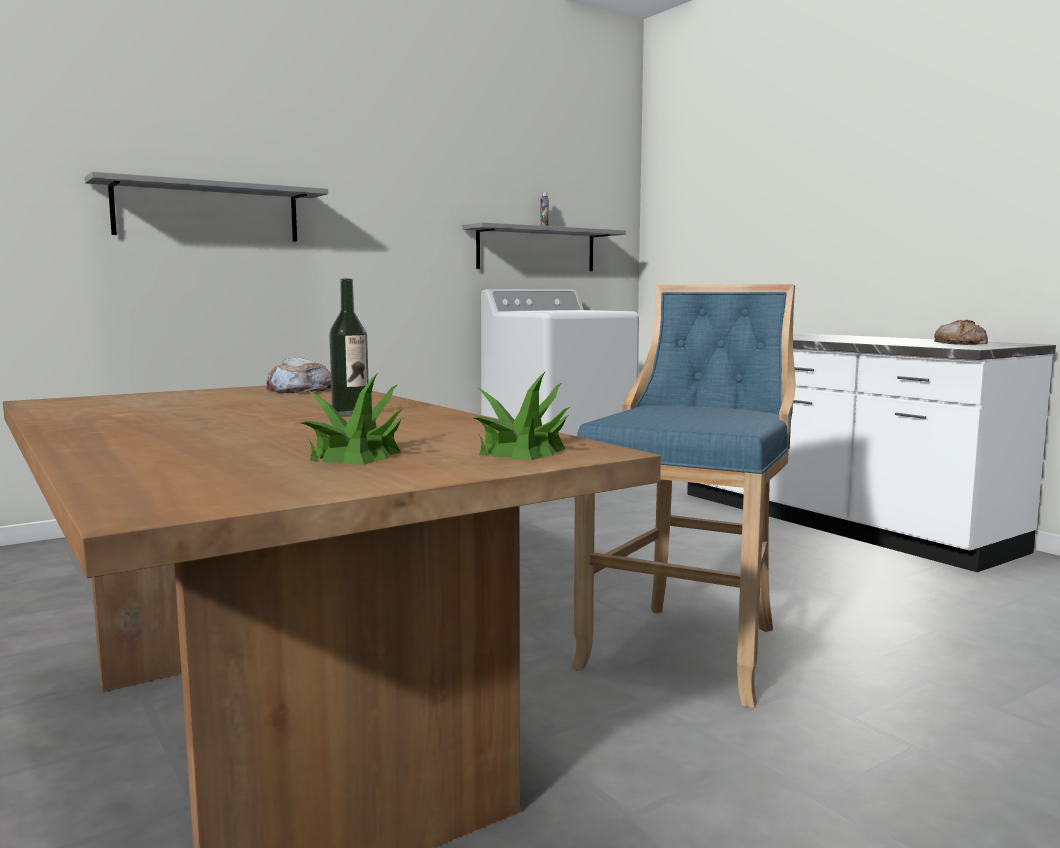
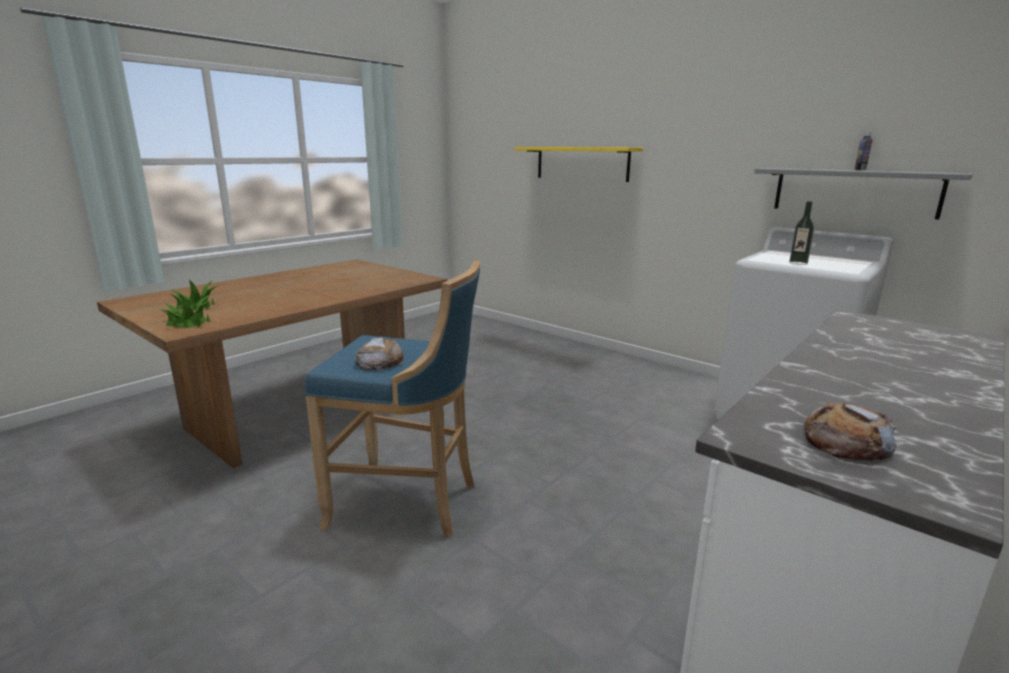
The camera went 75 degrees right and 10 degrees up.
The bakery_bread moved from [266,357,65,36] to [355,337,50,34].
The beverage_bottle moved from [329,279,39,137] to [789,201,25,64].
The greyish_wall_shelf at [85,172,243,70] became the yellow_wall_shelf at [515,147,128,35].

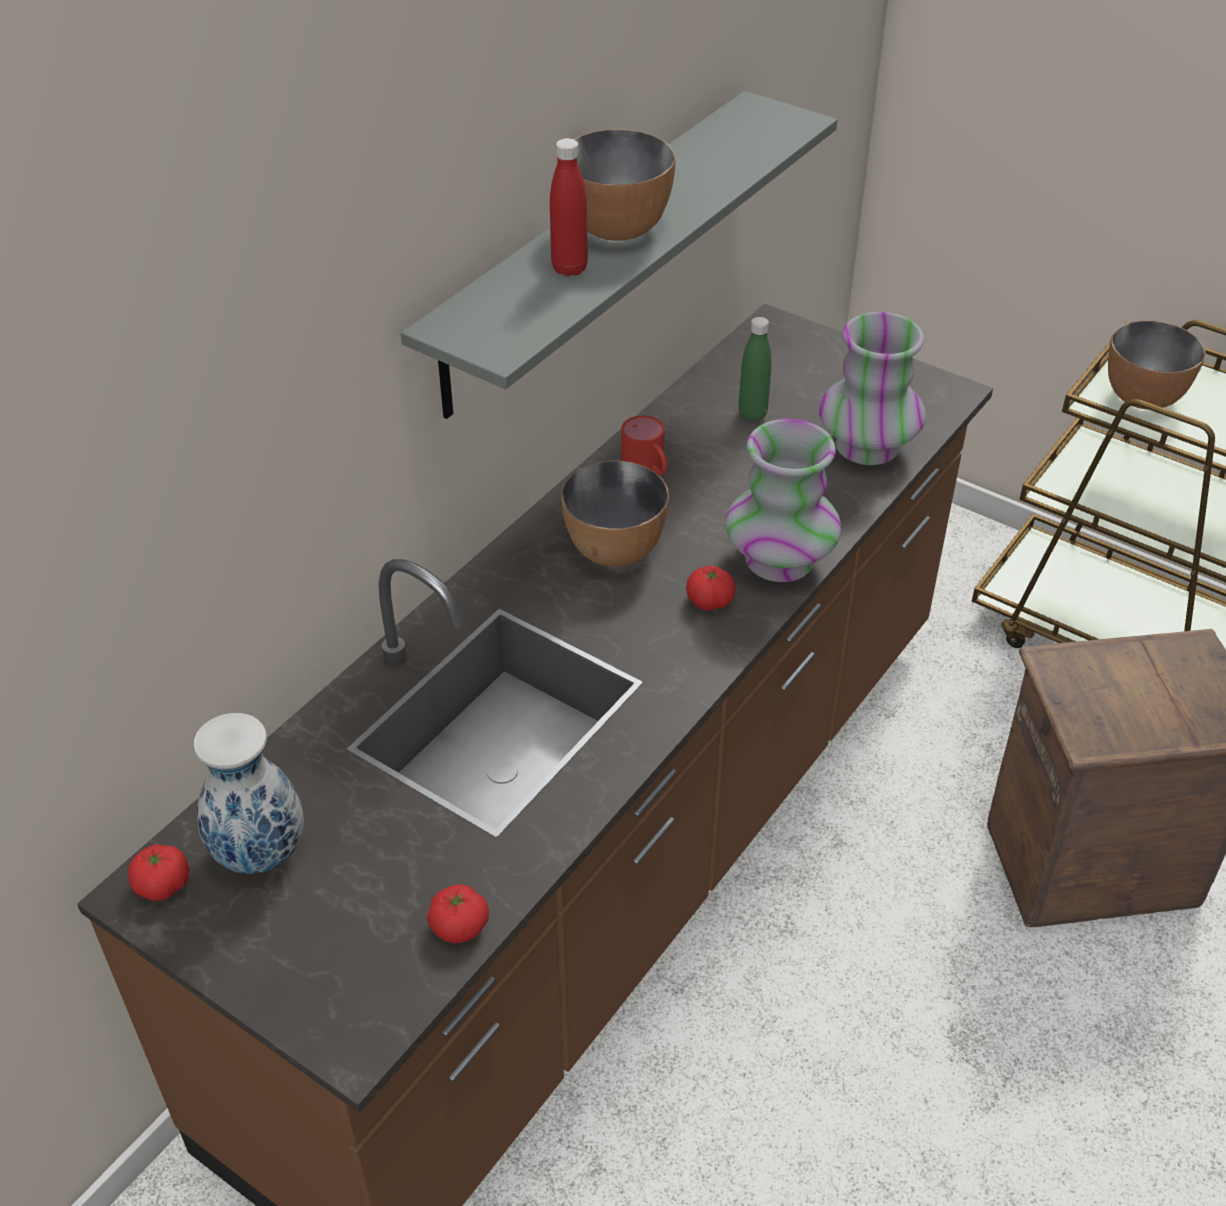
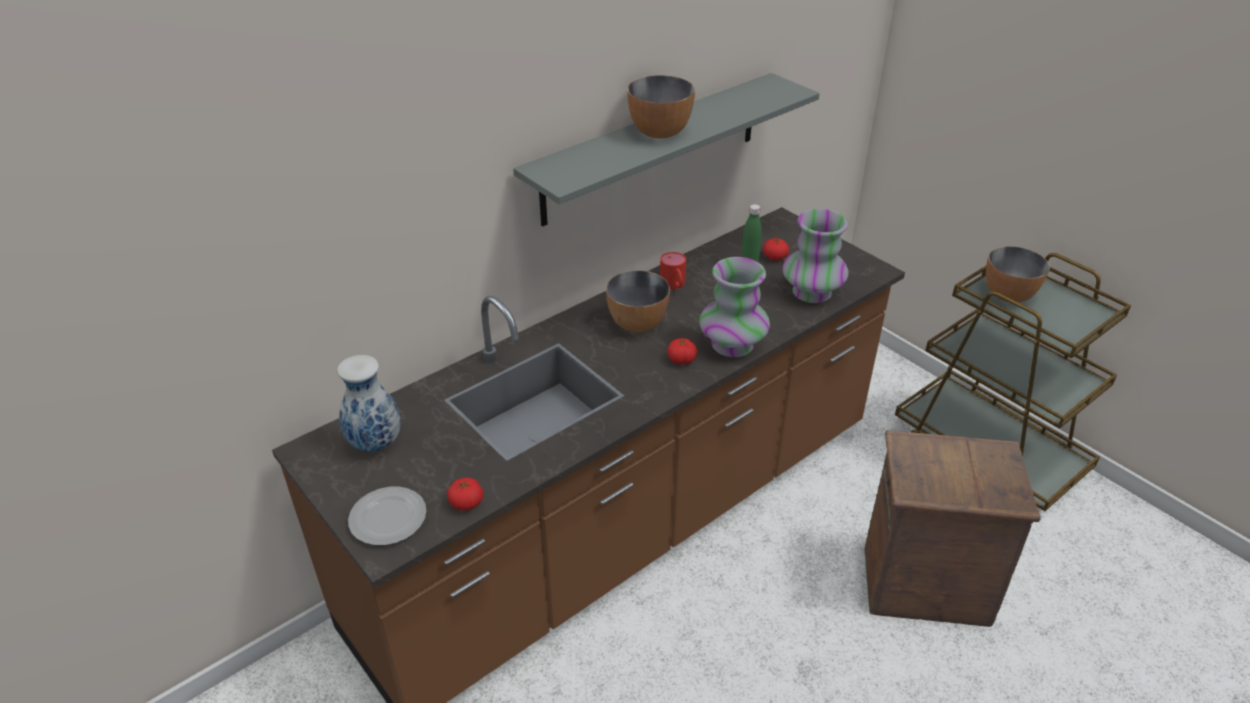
The camera went 15 degrees right and 5 degrees down.
The red_beverage_bottle at [550,138,38,138] disappeared.
The dinner_plate at [348,487,79,58] appeared.
The tomato moved from [128,844,62,57] to [763,238,26,23].

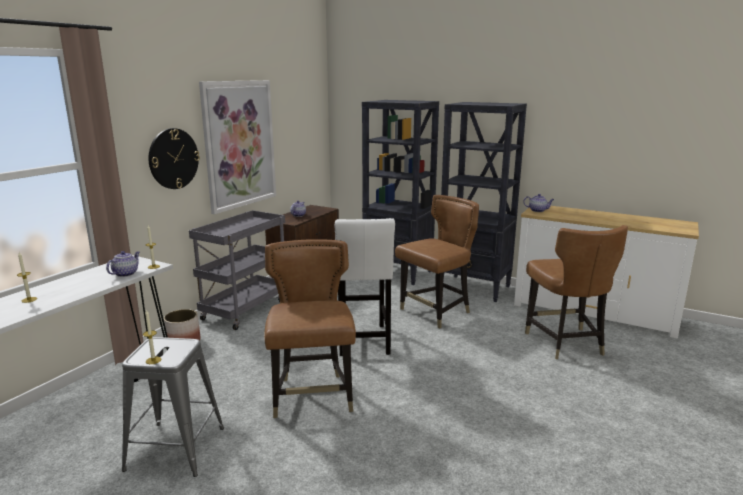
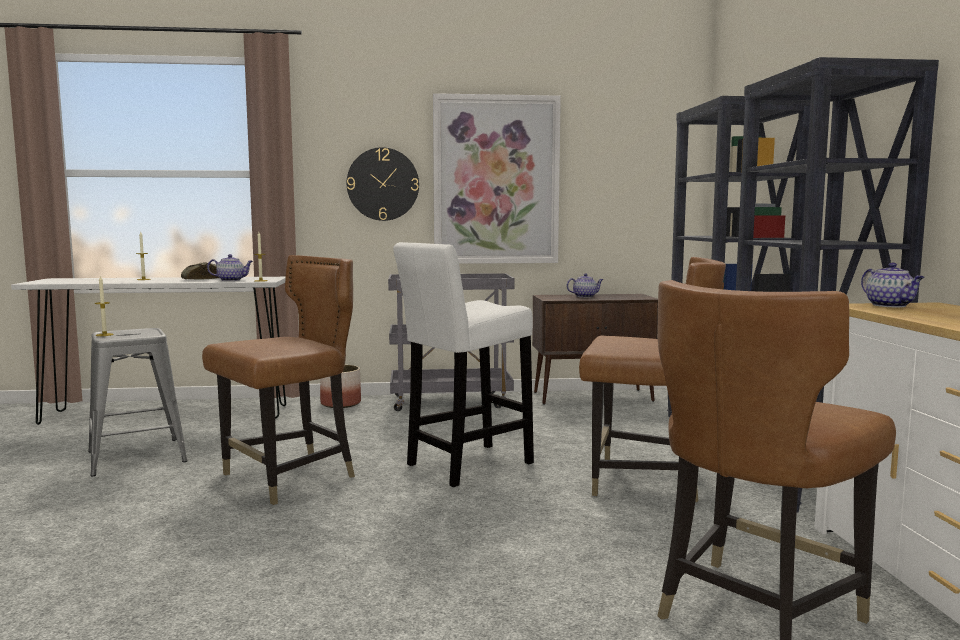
The camera went 55 degrees right and 10 degrees down.
The bakery_bread at [181,262,38,17] appeared.

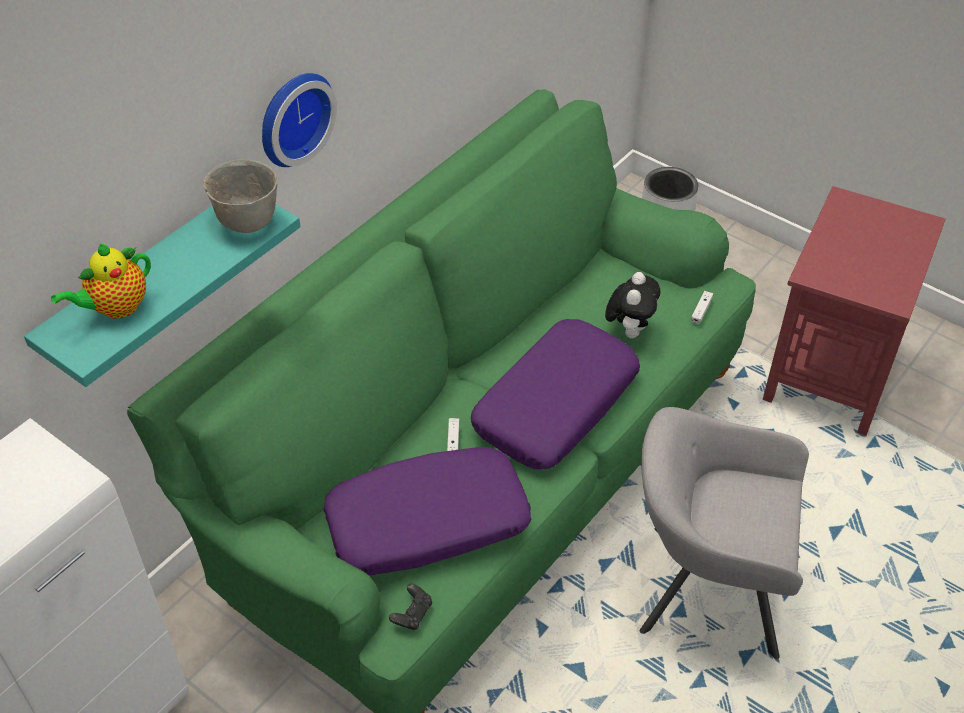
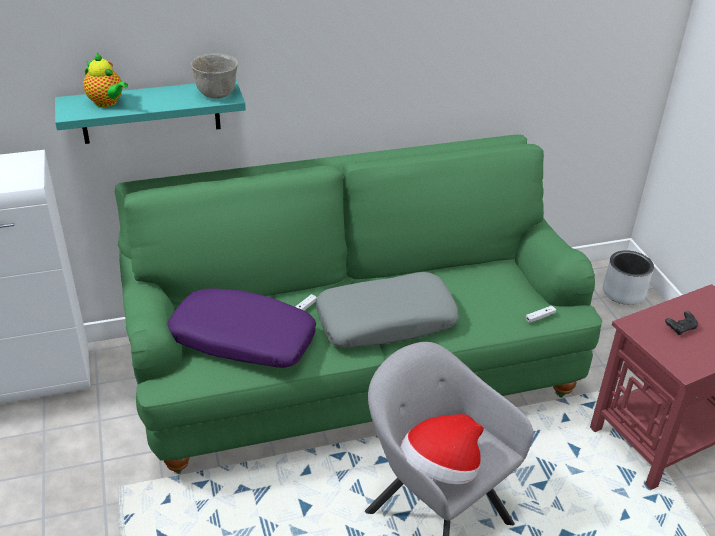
The camera went 35 degrees right and 10 degrees down.
The hanging_clock at [262,73,75,94] disappeared.
The plush_toy at [605,272,56,66] disappeared.
The wearable_hat at [401,414,83,71] appeared.
The blackish_gamepad moved from [389,584,43,46] to [665,311,33,24].
The purplish_pillow at [471,319,169,150] became the greyish_pillow at [316,272,143,76].
The teapot at [51,244,100,75] turned 135 degrees counterclockwise.

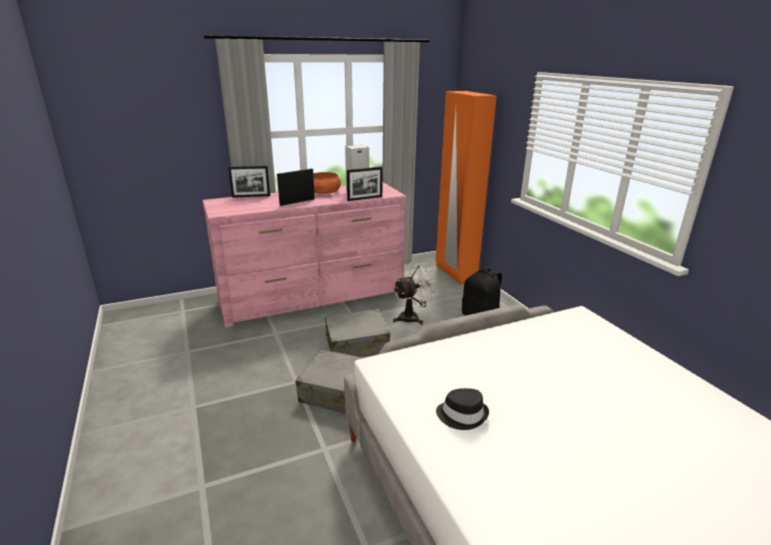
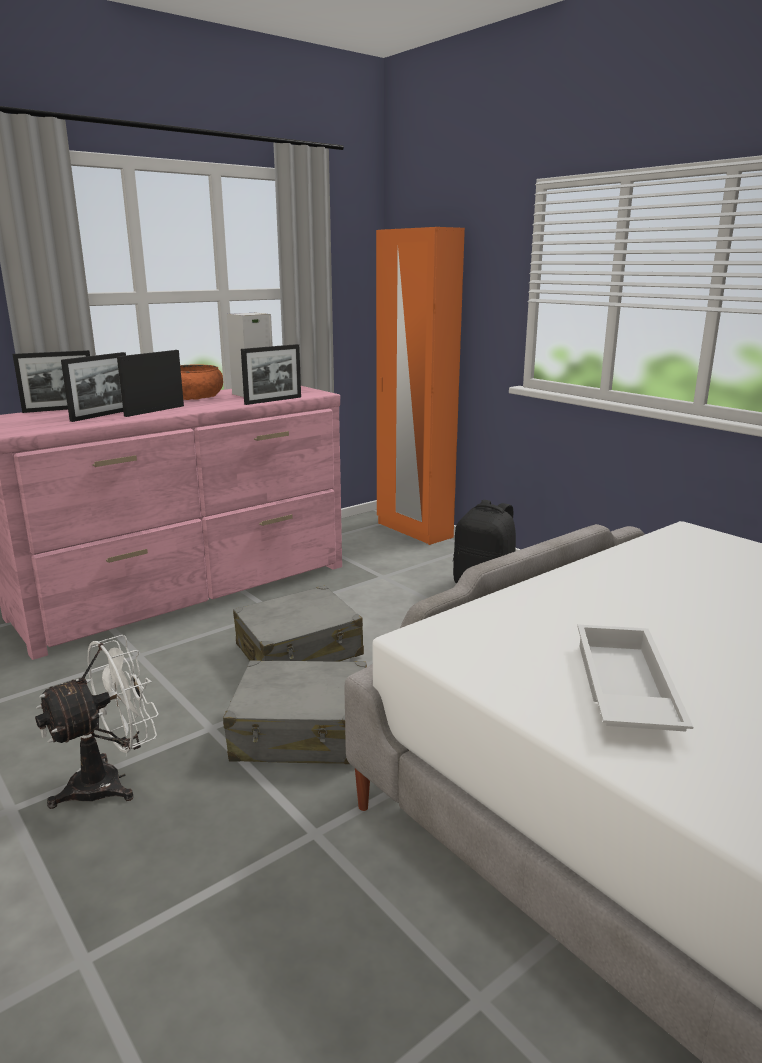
The camera went 15 degrees left and 5 degrees down.
The standing_frame at [61,352,65,70] appeared.
The white_fan moved from [393,263,45,61] to [35,635,124,174].
The blackish_wearable_hat at [436,388,53,42] was replaced by the white_carrying_tray at [577,625,116,107].

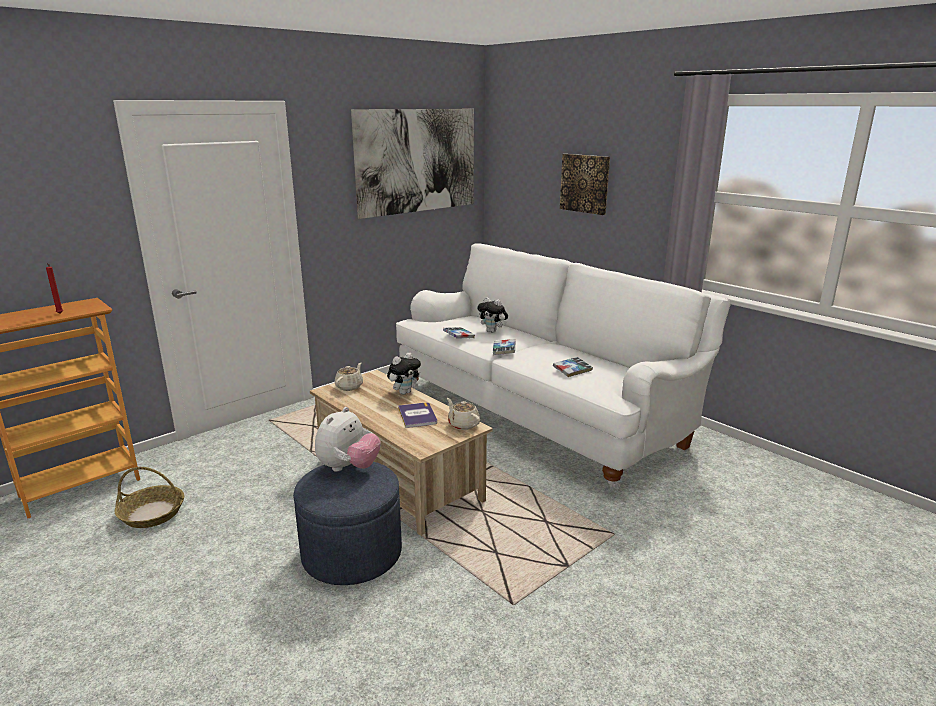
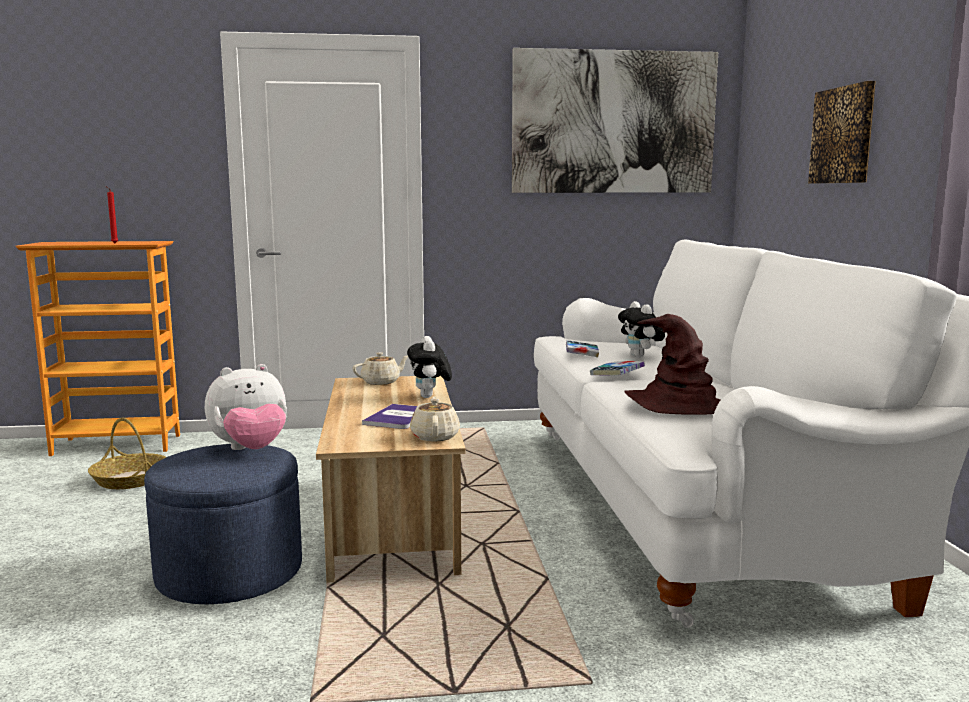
The camera went 35 degrees right and 10 degrees down.
The volume at [553,357,40,20] was replaced by the brown_wearable_hat at [624,314,96,101].
The plush_toy at [387,352,34,43] turned 90 degrees clockwise.

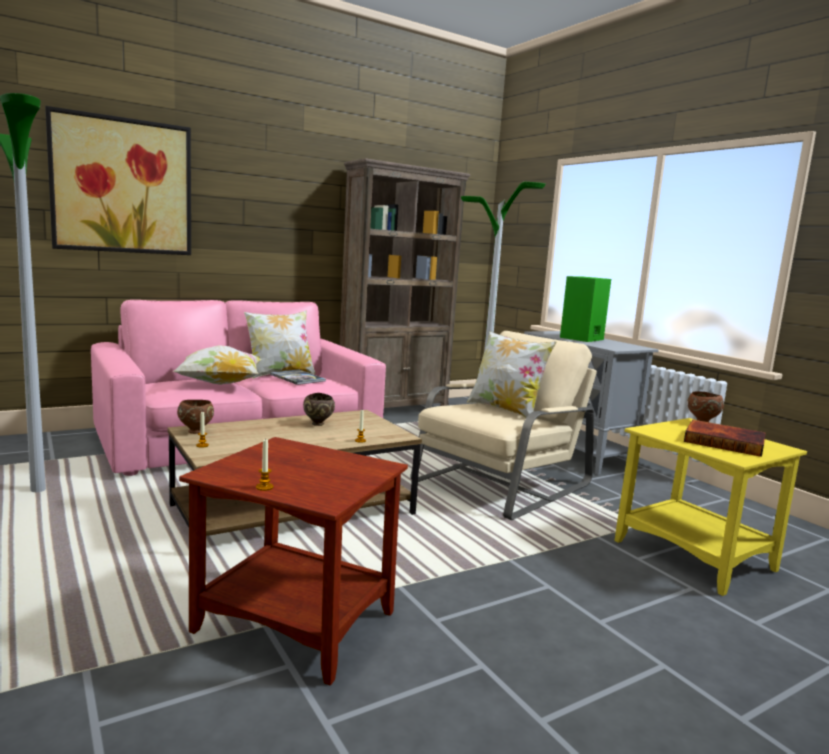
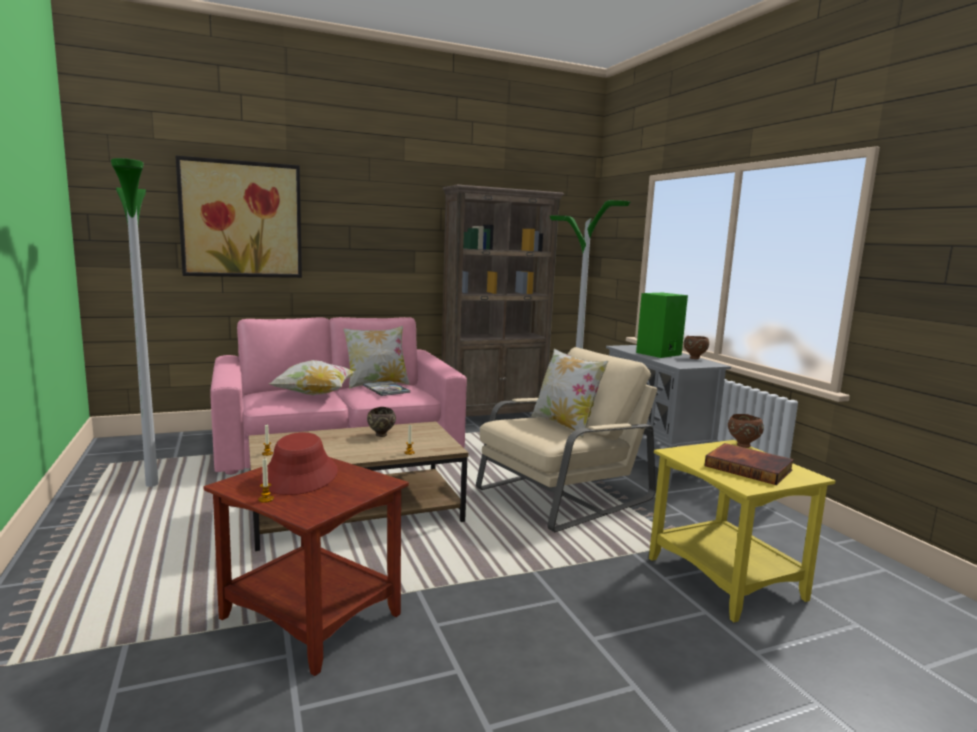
The camera went 10 degrees right and 0 degrees up.
The red_wearable_hat at [260,432,78,63] appeared.
The brown_deep_dish moved from [177,400,37,34] to [683,336,26,23].

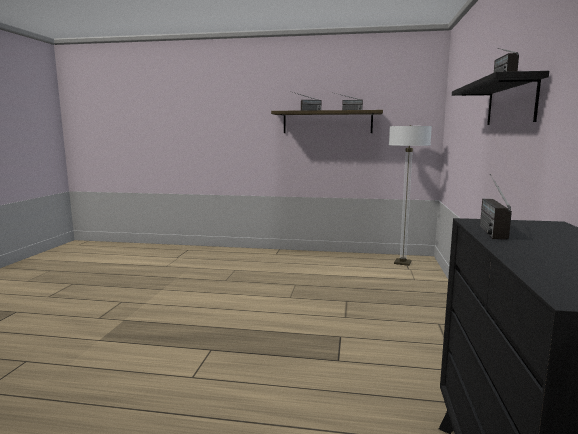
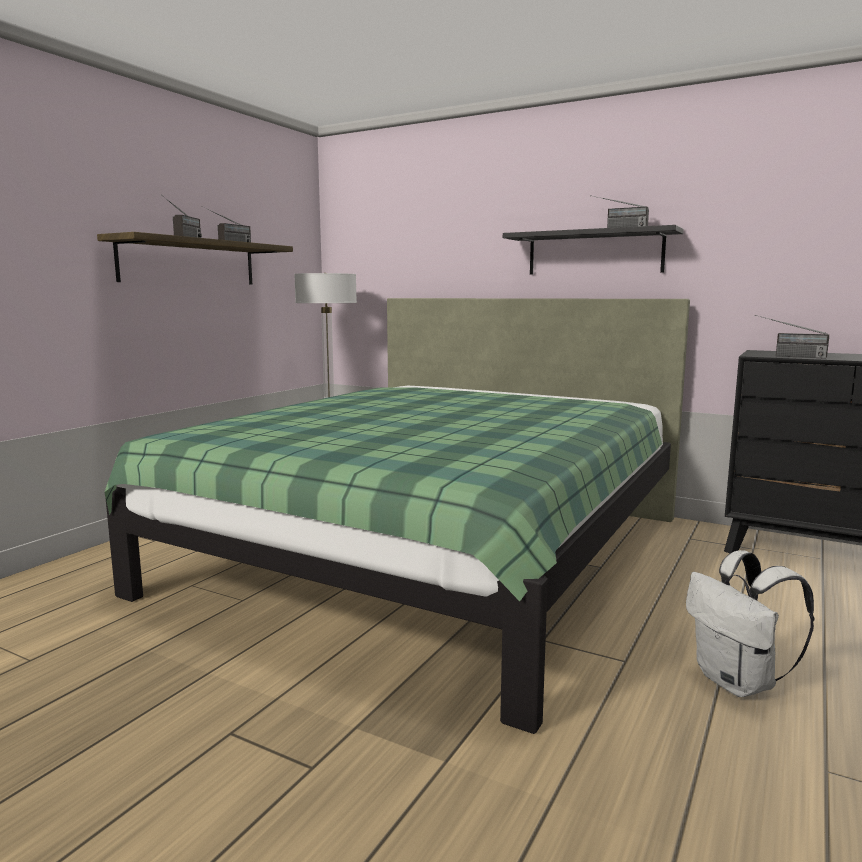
The camera went 70 degrees left and 0 degrees up.
The greenish_bed at [104,298,586,436] appeared.
The white_backpack at [686,550,129,147] appeared.

